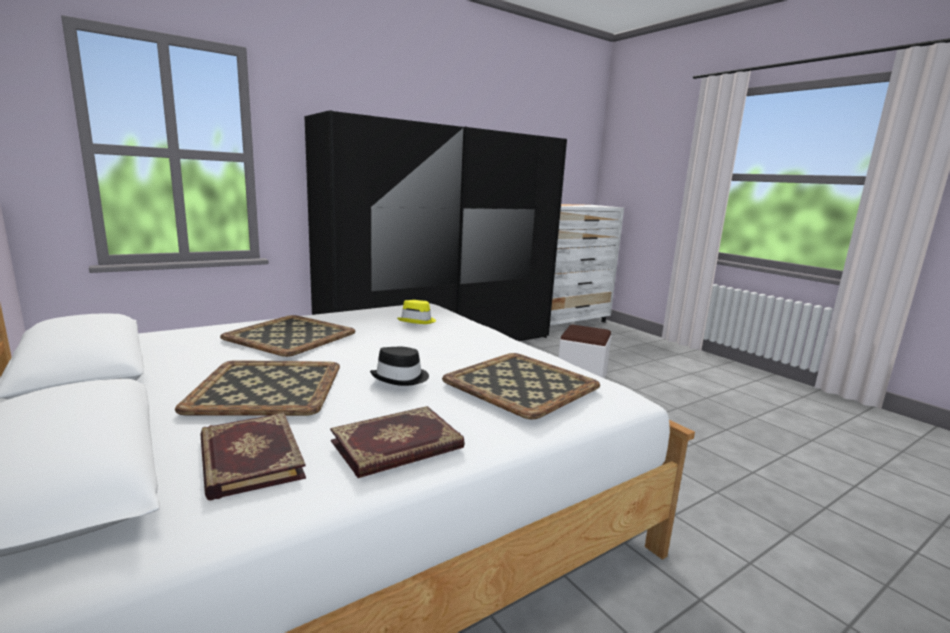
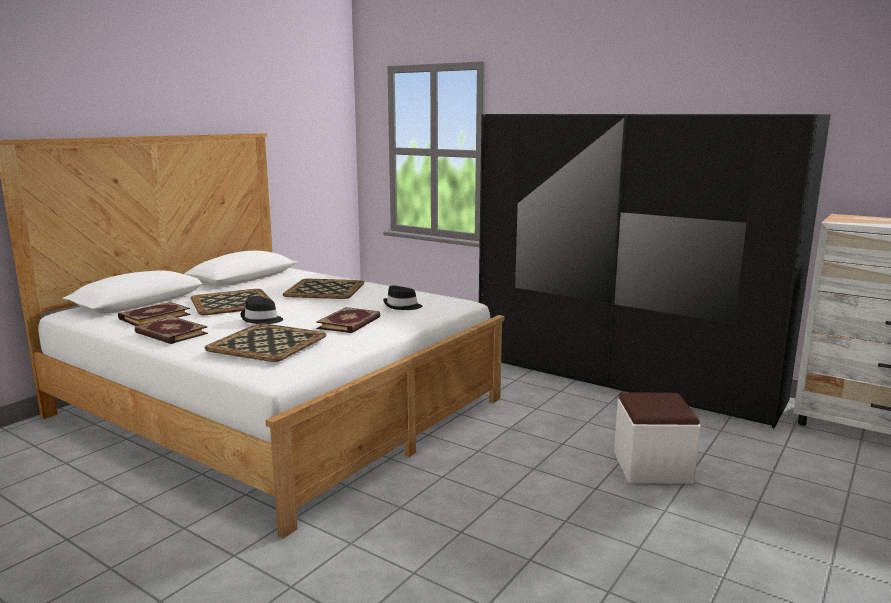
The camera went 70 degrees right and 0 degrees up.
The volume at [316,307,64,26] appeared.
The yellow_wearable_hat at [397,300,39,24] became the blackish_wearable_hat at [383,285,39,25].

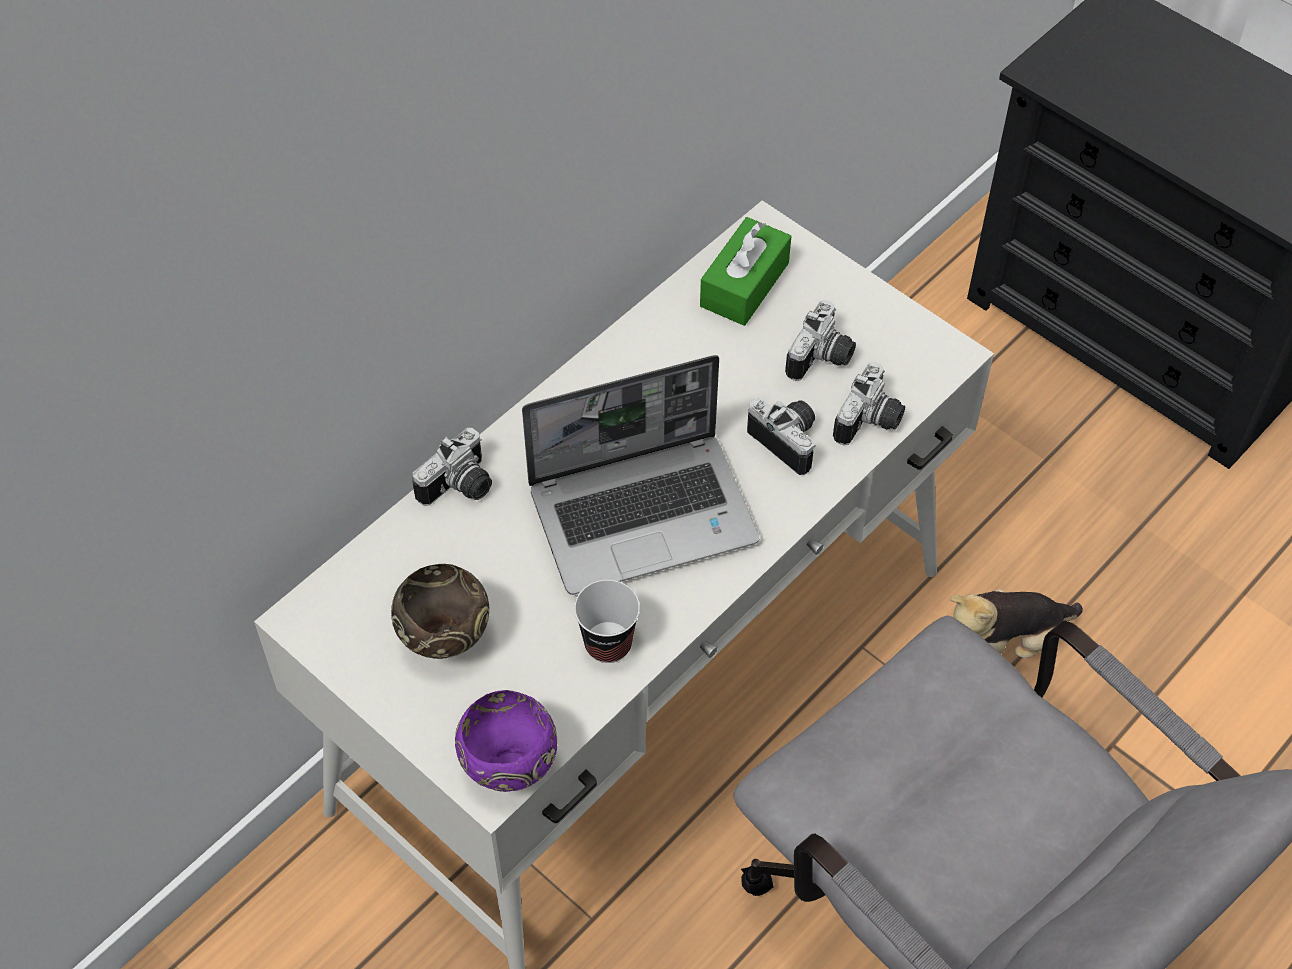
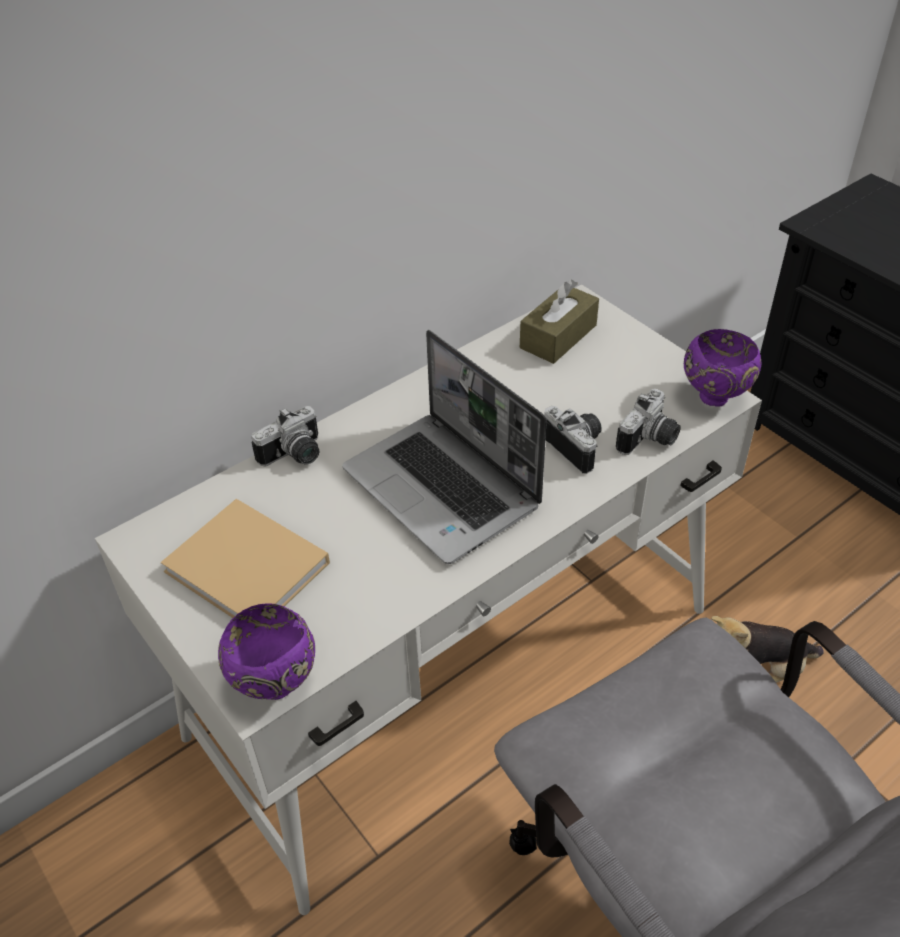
The camera went 10 degrees right and 10 degrees down.
The small_cup at [574,580,66,83] disappeared.
The still_camera at [785,300,71,81] disappeared.
The purplish_deep_dish at [684,329,77,78] appeared.
The brown_deep_dish at [391,564,99,95] was replaced by the beige-coloured_volume at [161,499,169,119].
The greenish_tissue_holder at [700,217,91,109] became the brown_tissue_holder at [520,280,79,84].
The laptop at [522,355,238,240] turned 60 degrees clockwise.

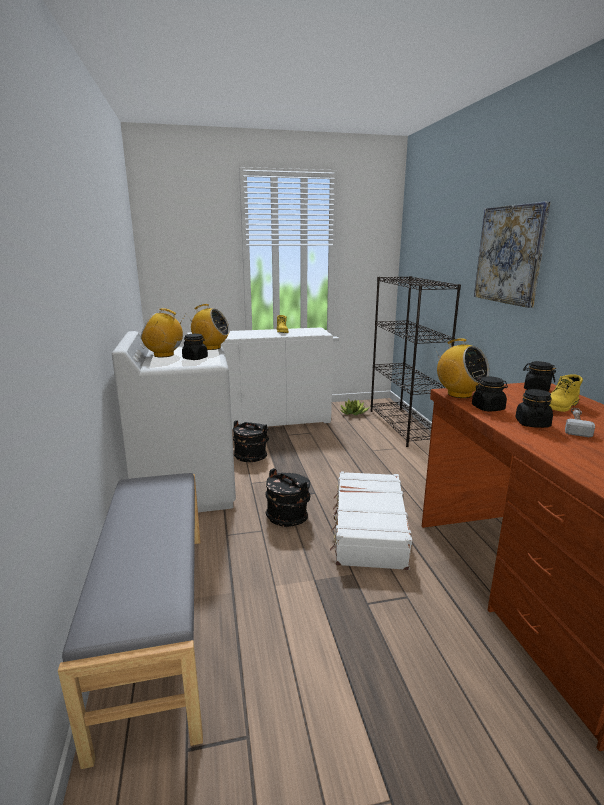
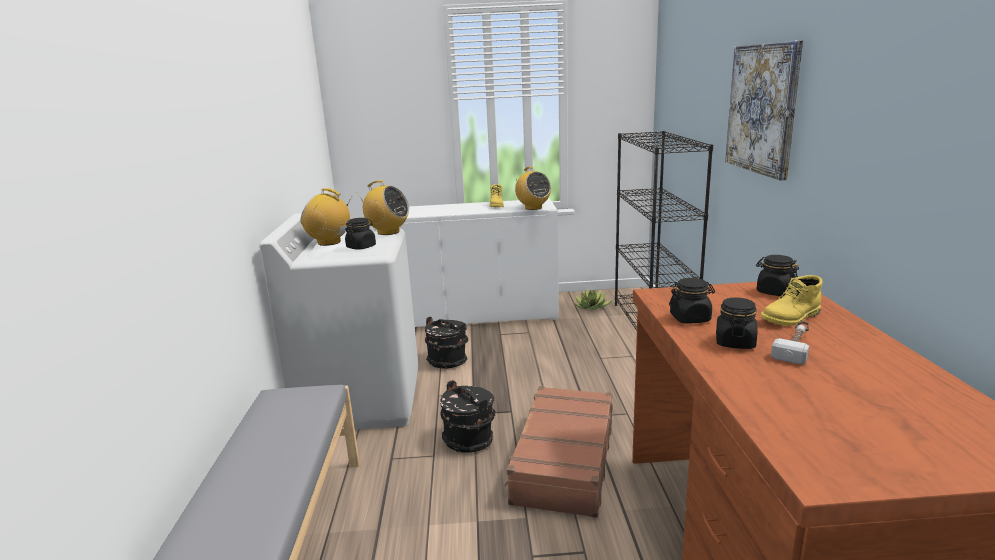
The camera went 10 degrees right and 0 degrees up.
The radio_set moved from [434,338,55,60] to [514,167,37,43].
The white_travel_case at [330,471,82,99] became the brown_travel_case at [504,386,109,132].

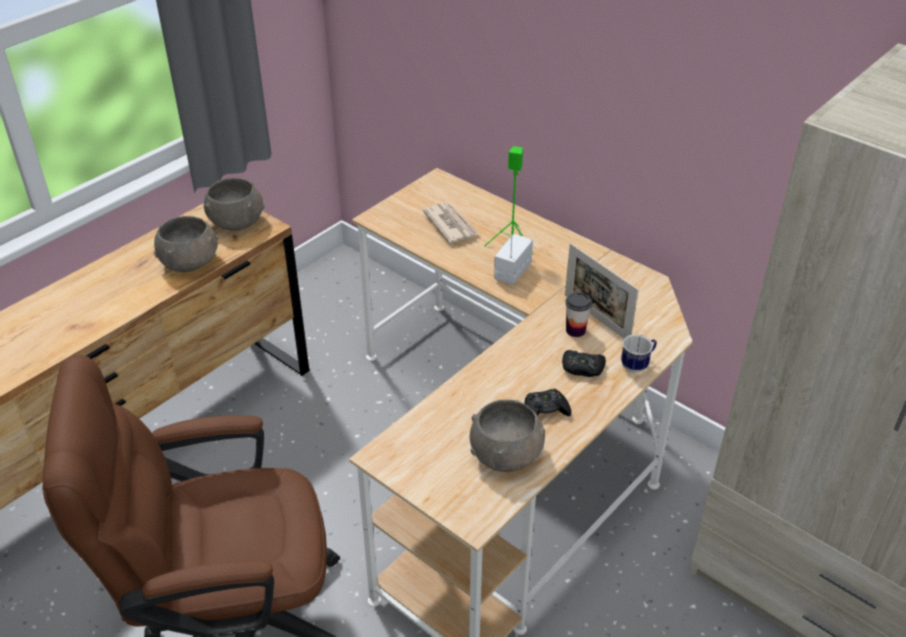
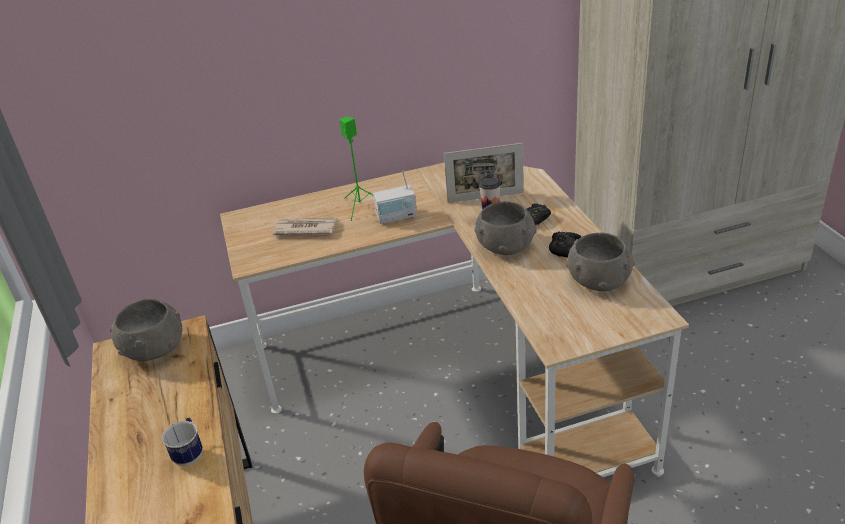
The camera went 55 degrees left and 5 degrees down.
The greyish_deep_dish moved from [154,216,64,56] to [474,201,63,54].
The tea_mug moved from [621,334,36,39] to [162,418,41,48].
The radio_set at [494,234,39,51] turned 75 degrees counterclockwise.

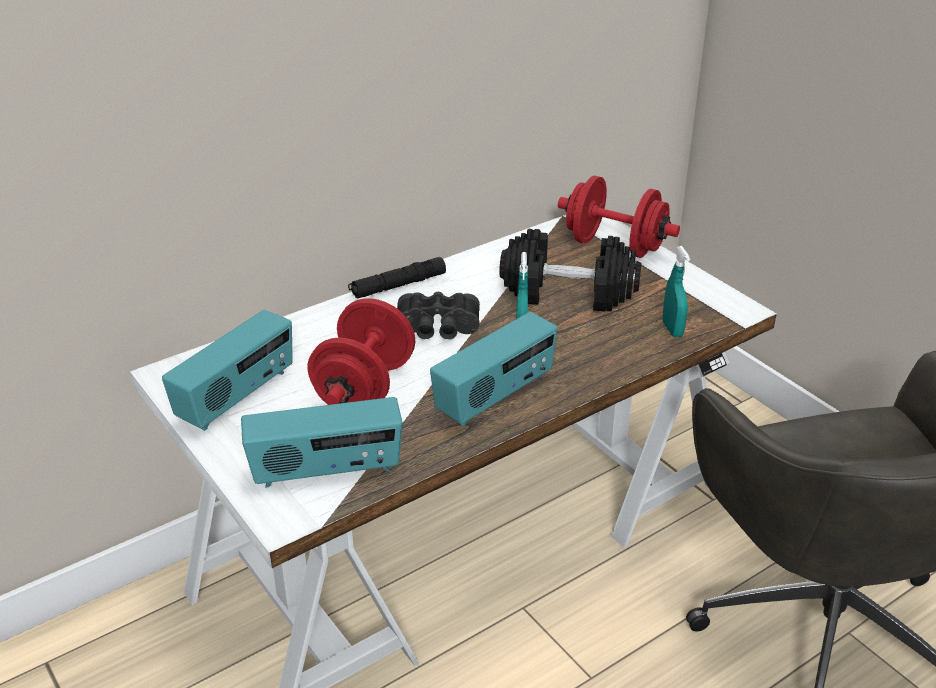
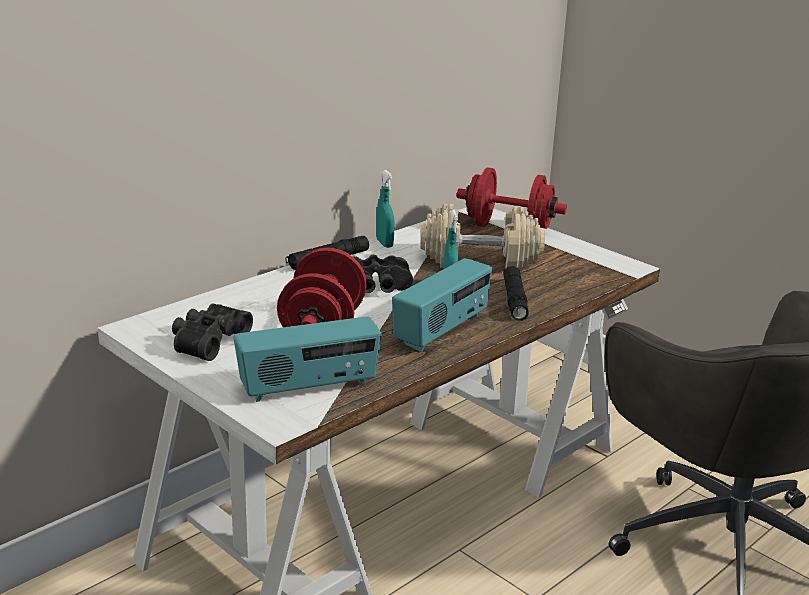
The camera went 10 degrees left and 10 degrees down.
The blackish_hand_torch at [503,266,26,55] appeared.
The turquoise-coloured_sprayer moved from [663,246,27,91] to [376,170,19,78].
The radio_set at [162,309,131,122] was replaced by the blackish_field_glasses at [172,303,81,58].
The blackish_free_weight at [499,229,143,83] became the beige-coloured_free_weight at [421,204,124,67].

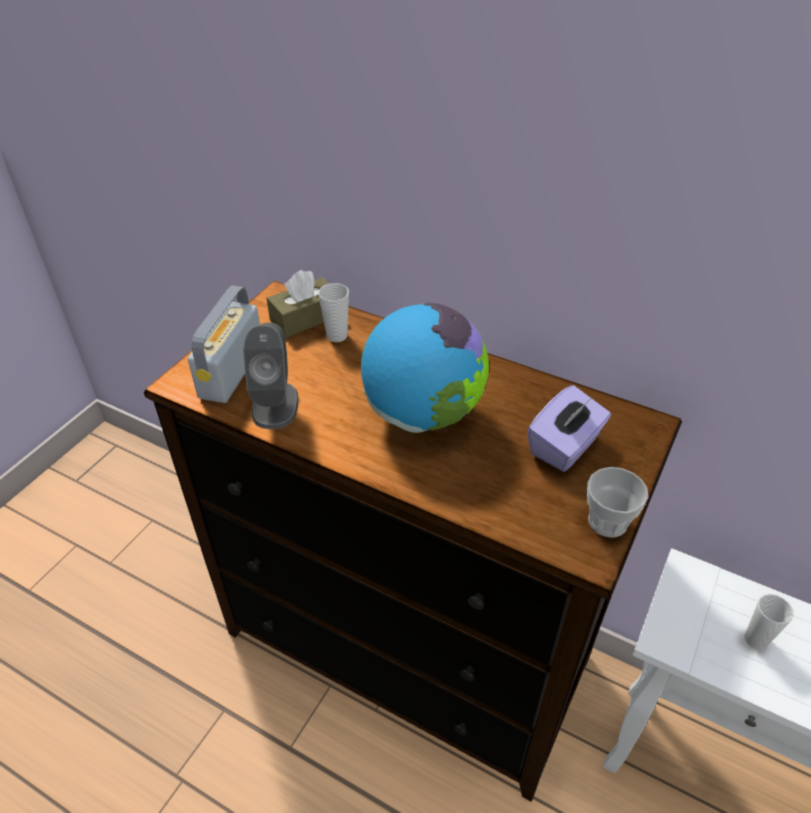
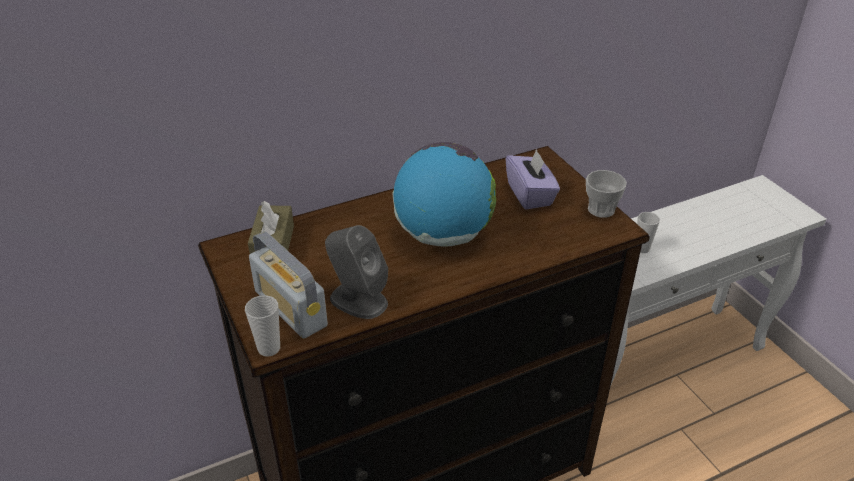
The camera went 55 degrees left and 5 degrees down.
The small_cup moved from [318,283,31,59] to [245,295,35,62].

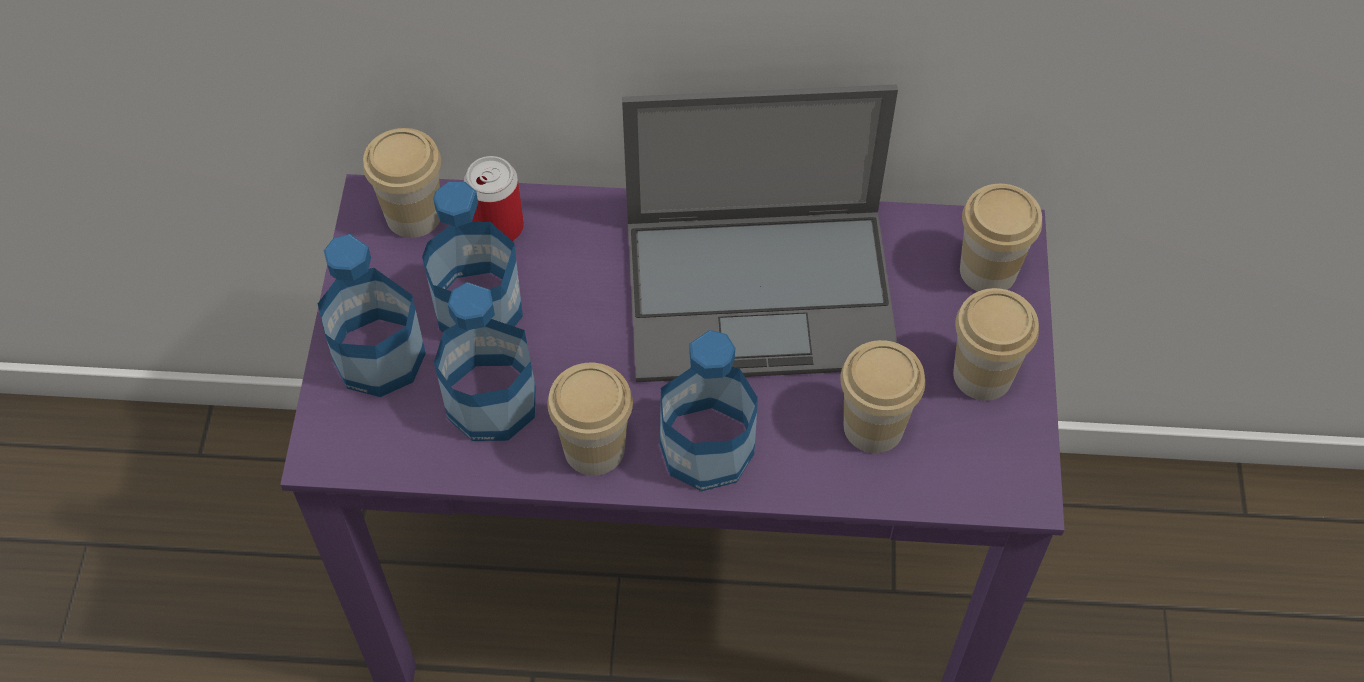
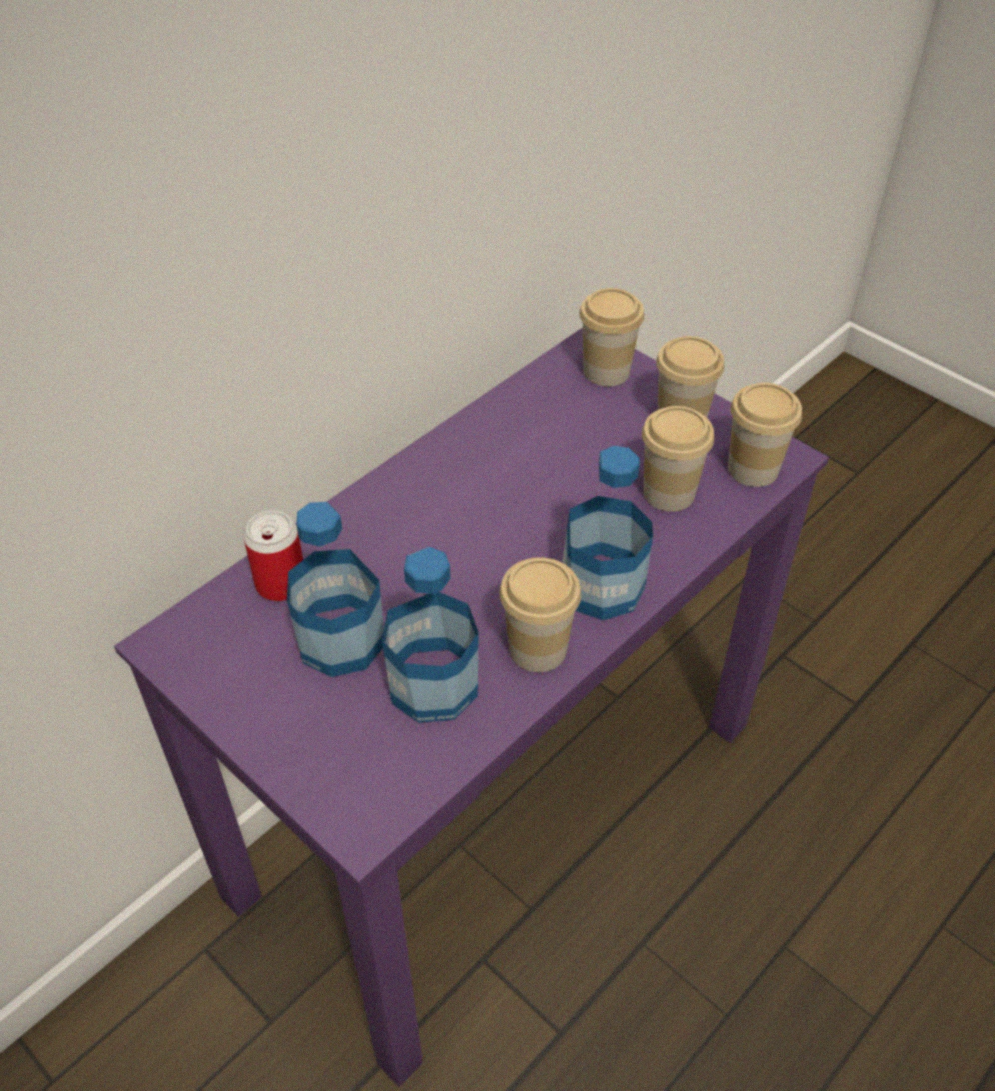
The camera went 50 degrees left and 10 degrees down.
The beverage_bottle at [318,234,108,163] disappeared.
The laptop at [622,84,276,298] disappeared.
The small_cup moved from [363,128,78,110] to [728,383,74,104].

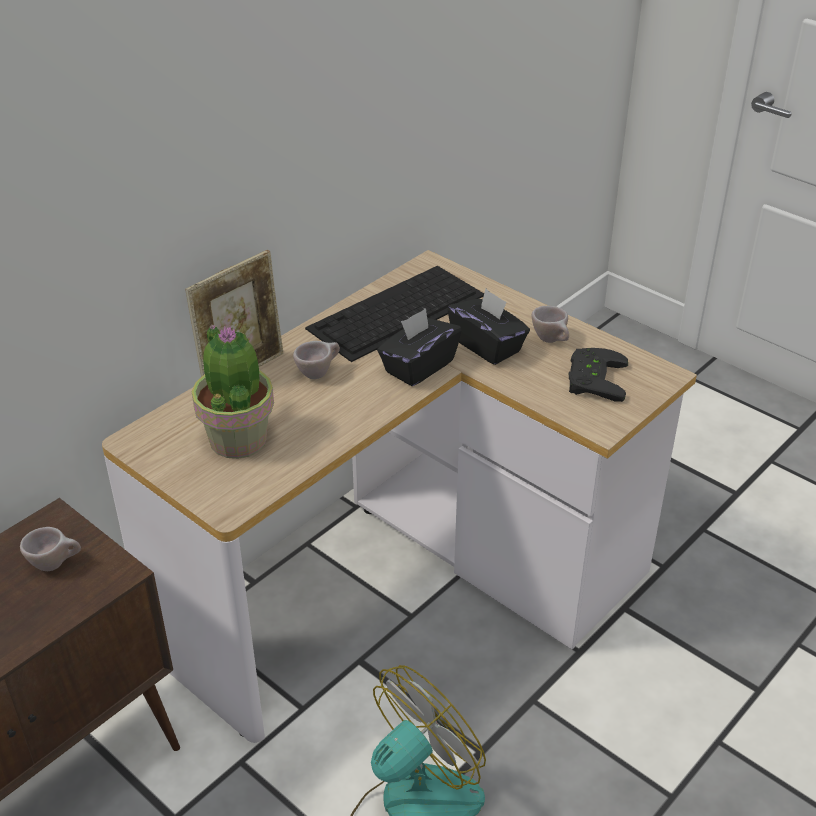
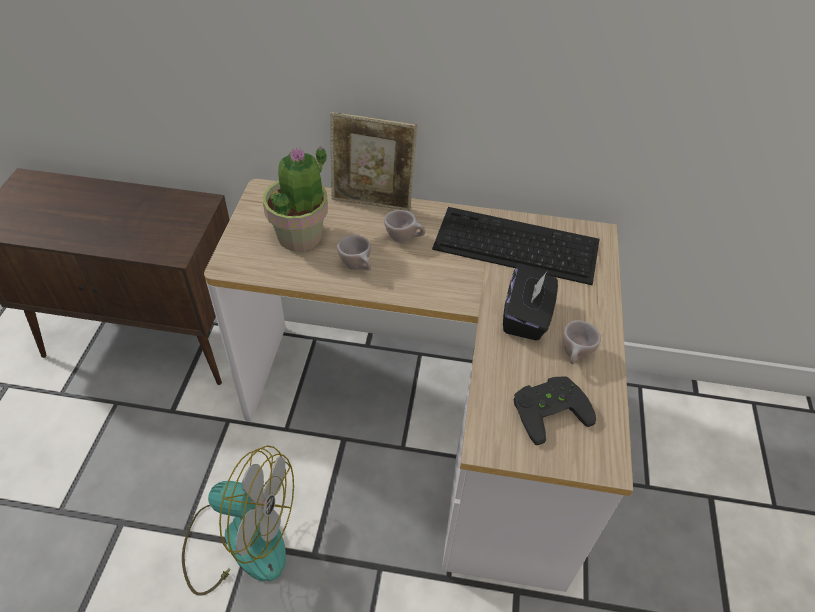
The camera went 55 degrees right and 10 degrees up.
The blackish_tissue_holder at [377,308,84,78] disappeared.
The beige-coloured_small_cup moved from [20,527,61,44] to [337,235,34,35].

